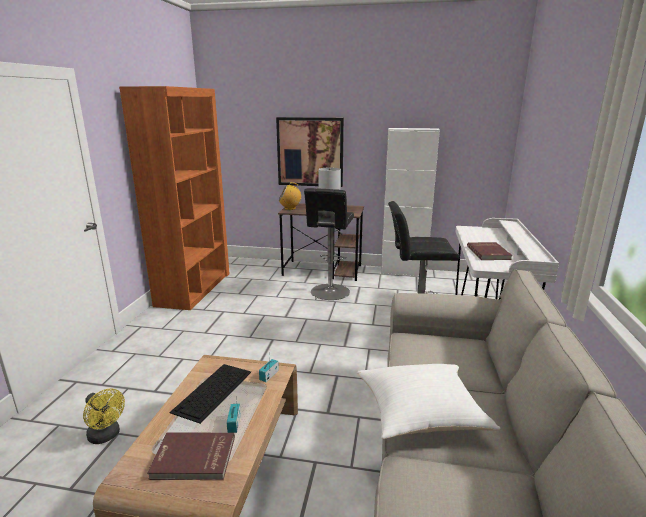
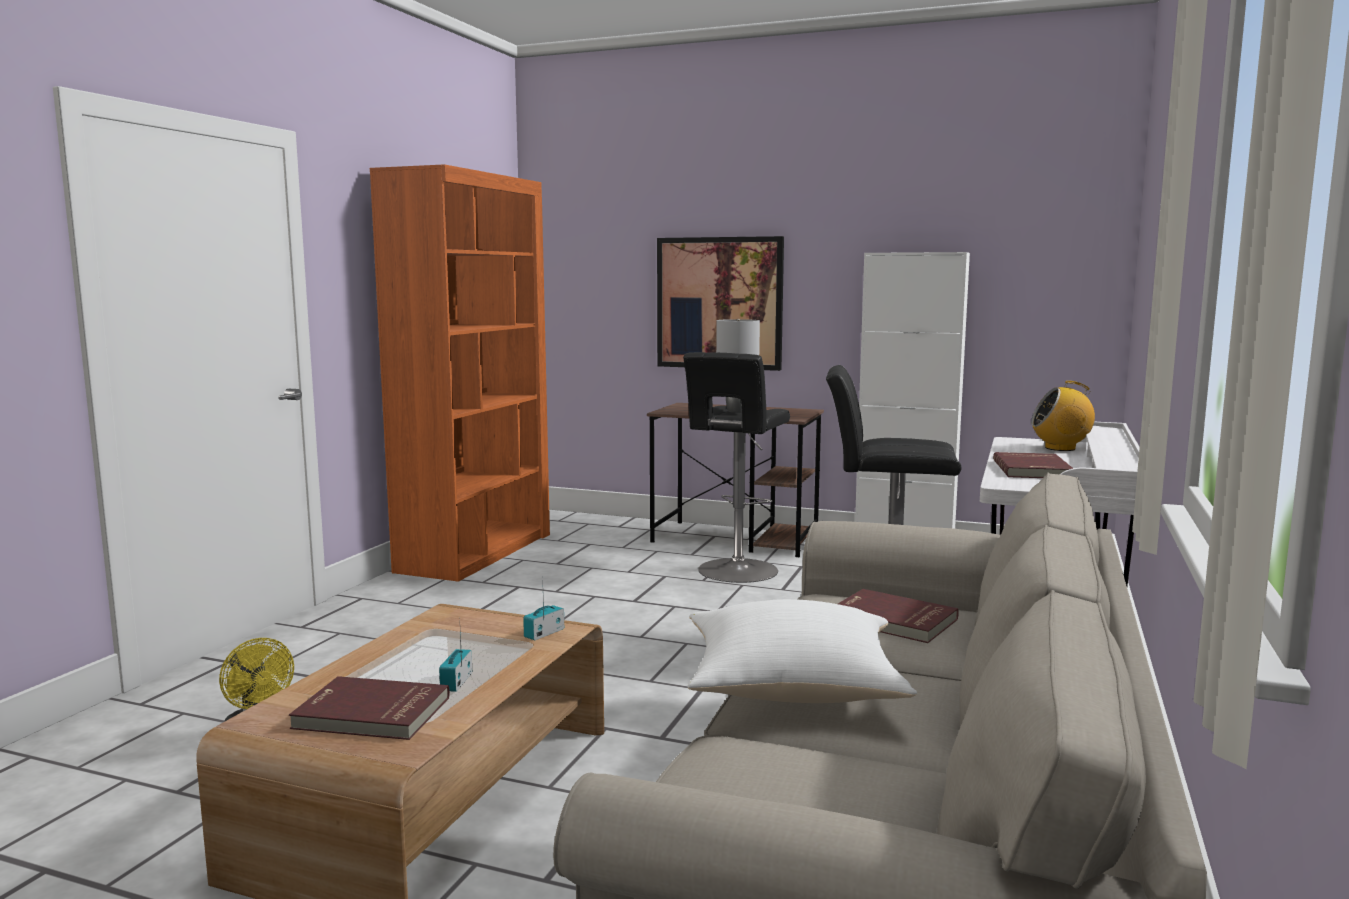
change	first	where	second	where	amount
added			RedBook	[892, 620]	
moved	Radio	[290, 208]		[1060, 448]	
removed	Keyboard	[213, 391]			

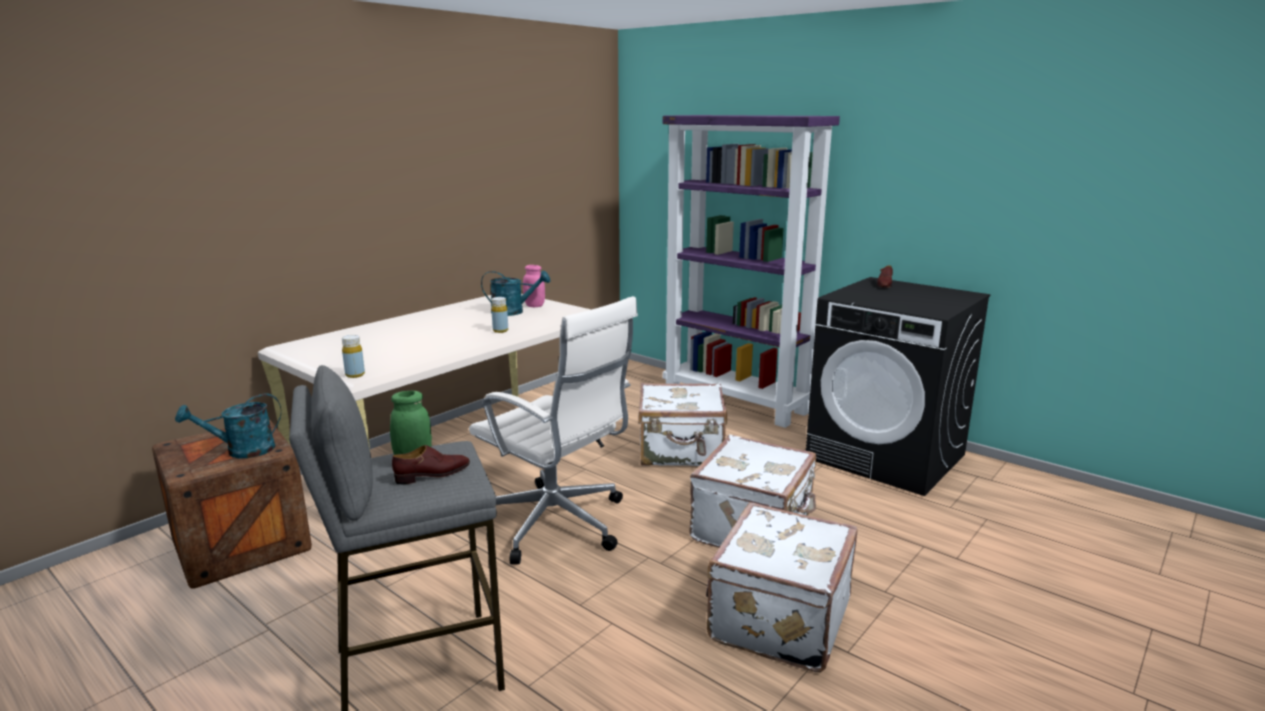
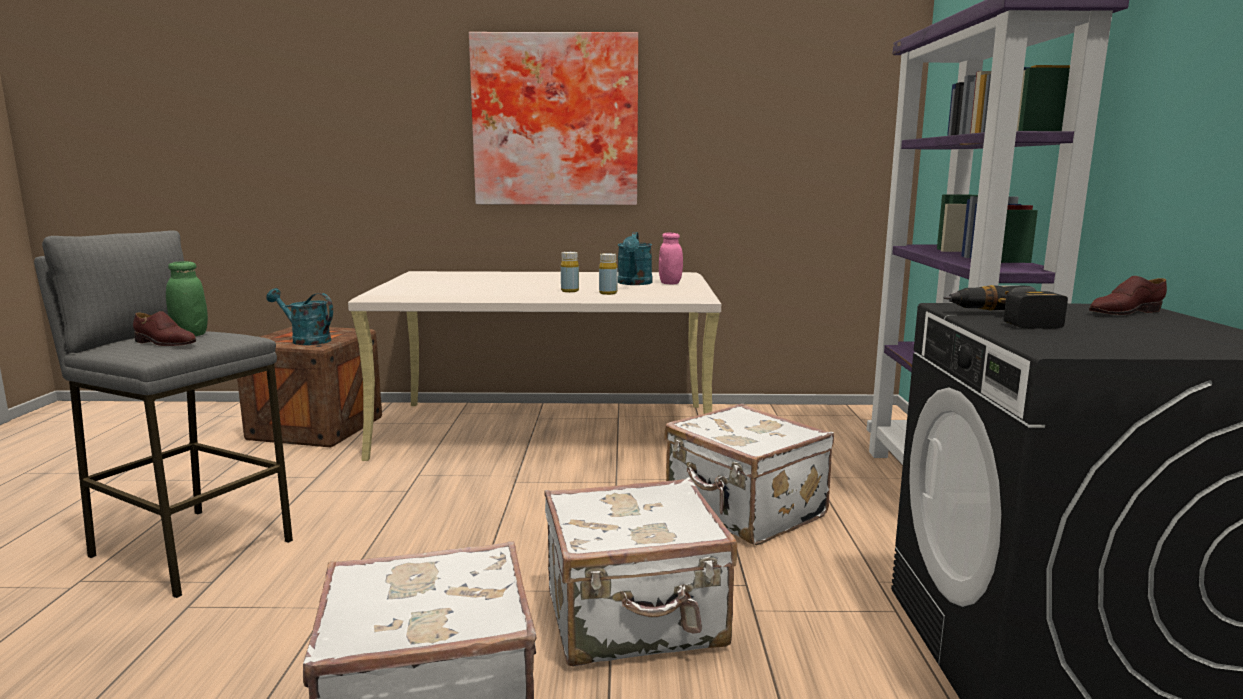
change	first	where	second	where	amount
added			Picture	[555, 121]	
moved	YellowBottle	[355, 375]		[608, 293]	
turned	TurquoiseWateringCan	[513, 312]		[634, 283]	45 degrees clockwise
added			PowerDrill	[1003, 319]	
removed	WhiteOfficeChair	[556, 525]			

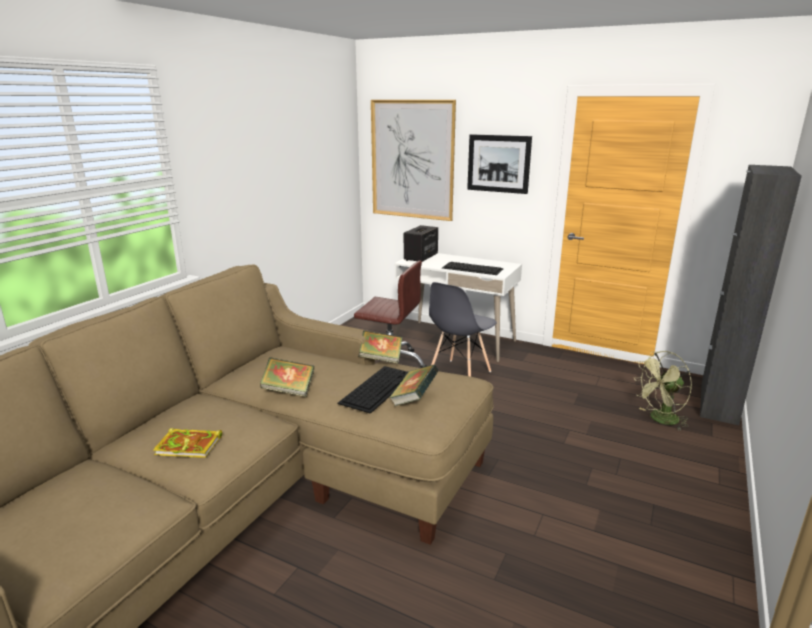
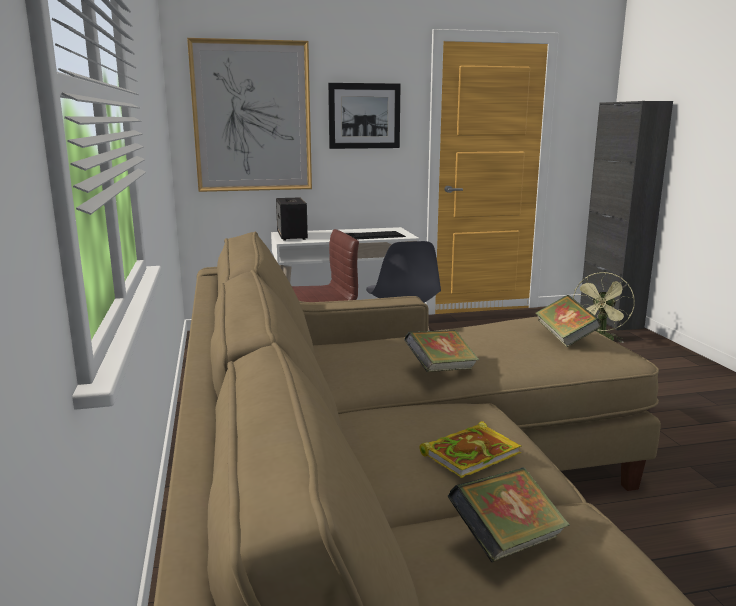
change	first	where	second	where	amount
moved	Book	[381, 359]		[507, 542]	
removed	Keyboard	[378, 387]			

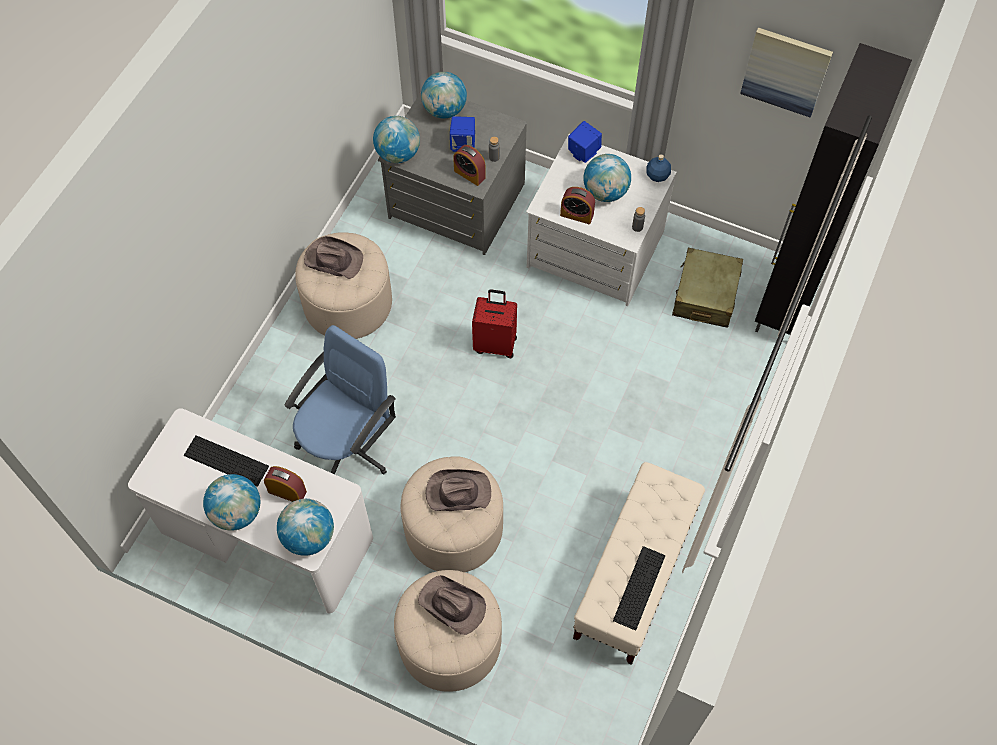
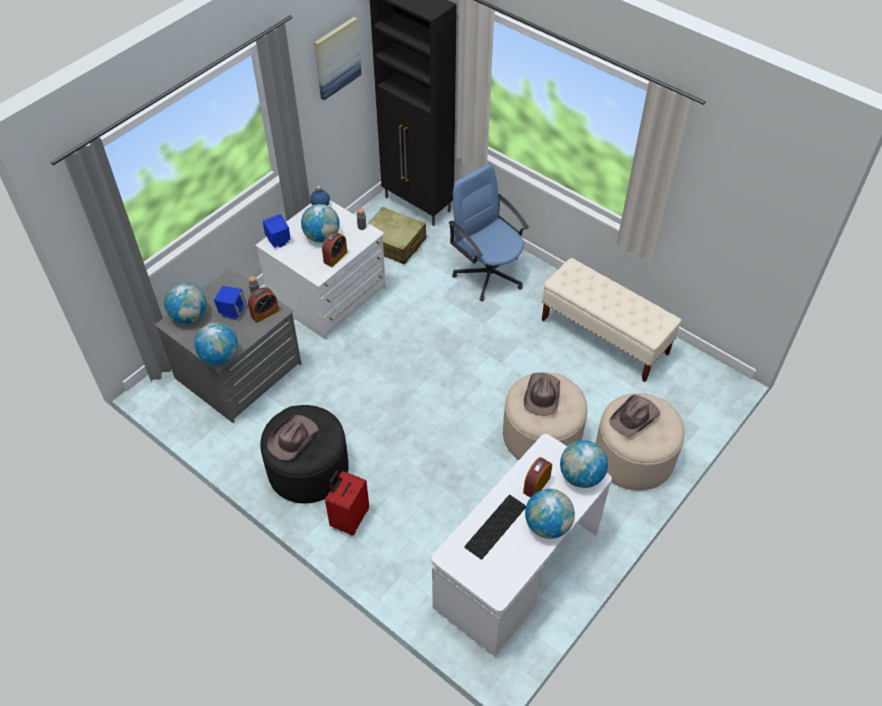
change	first	where	second	where	amount
recoloured	BeigeOttoman	[348, 303]	BlackOttoman	[308, 469]	
moved	RedSuitcase	[495, 344]		[349, 519]	
moved	BlueOfficeChair	[347, 446]		[488, 273]	
removed	Keyboard	[639, 587]			

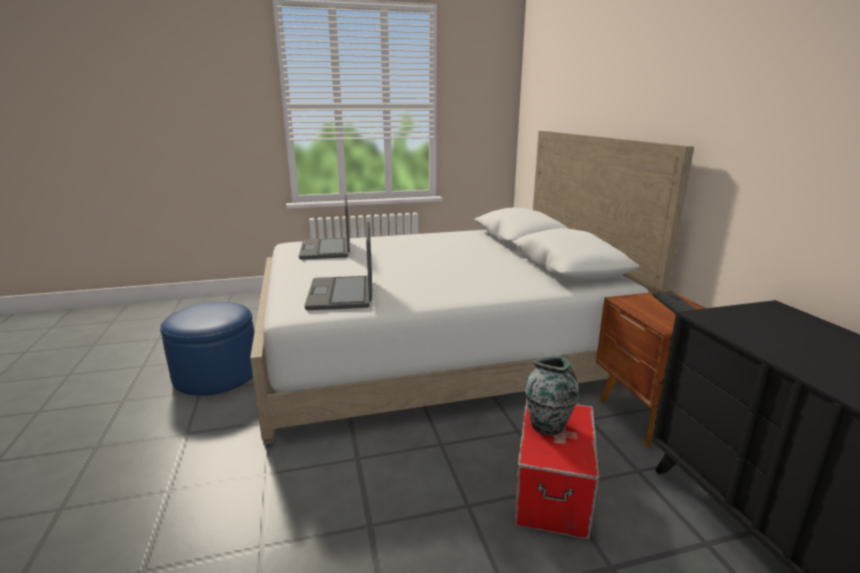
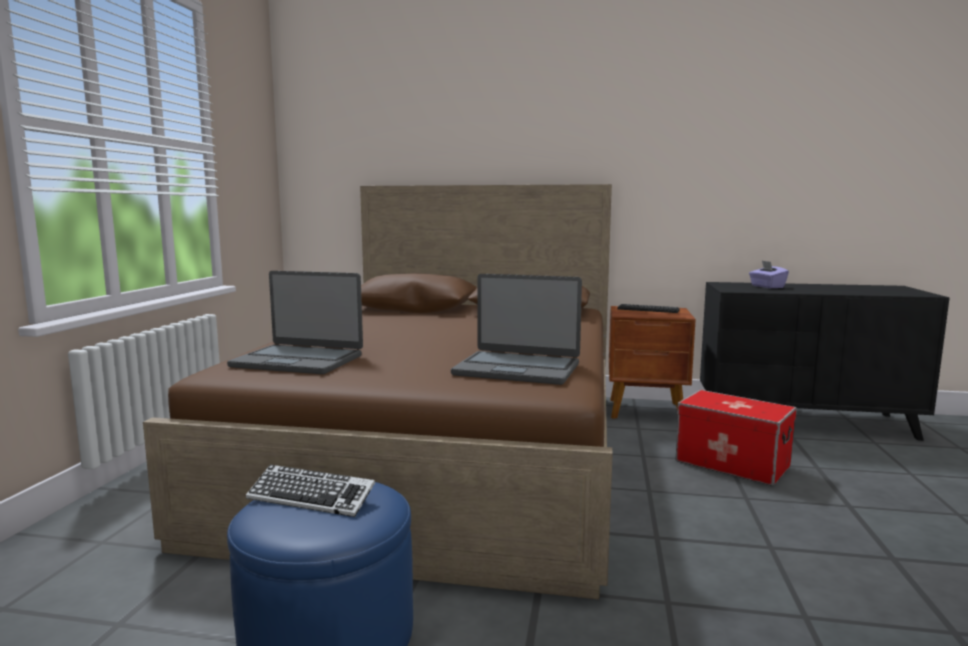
change	first	where	second	where	amount
recoloured	WhiteBed	[437, 348]	BrownBed	[445, 454]	
added			Keyboard	[311, 498]	
added			PurpleTissueBox	[767, 287]	
removed	Vase	[548, 426]			

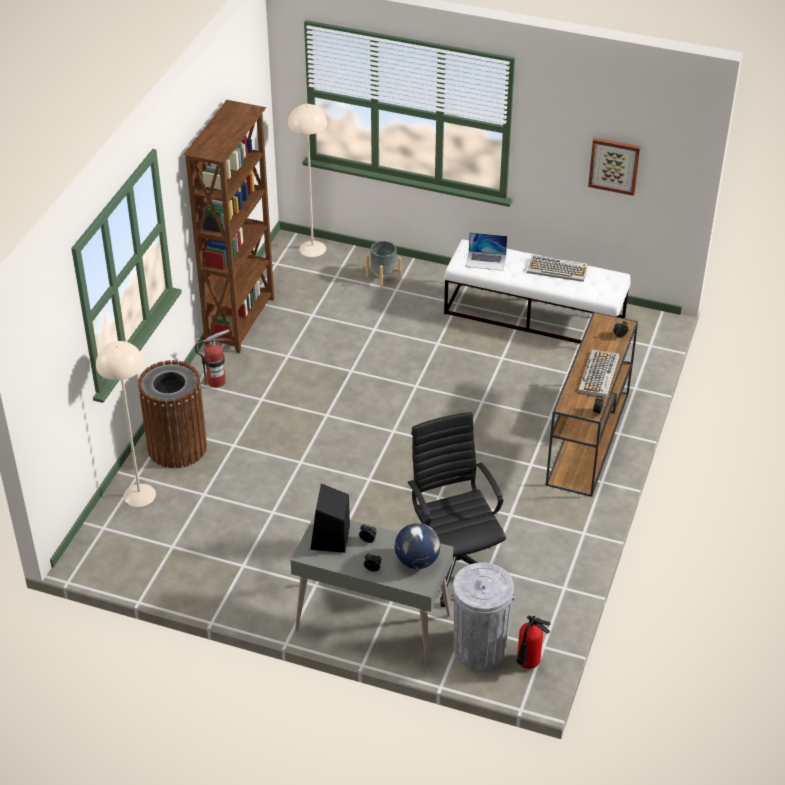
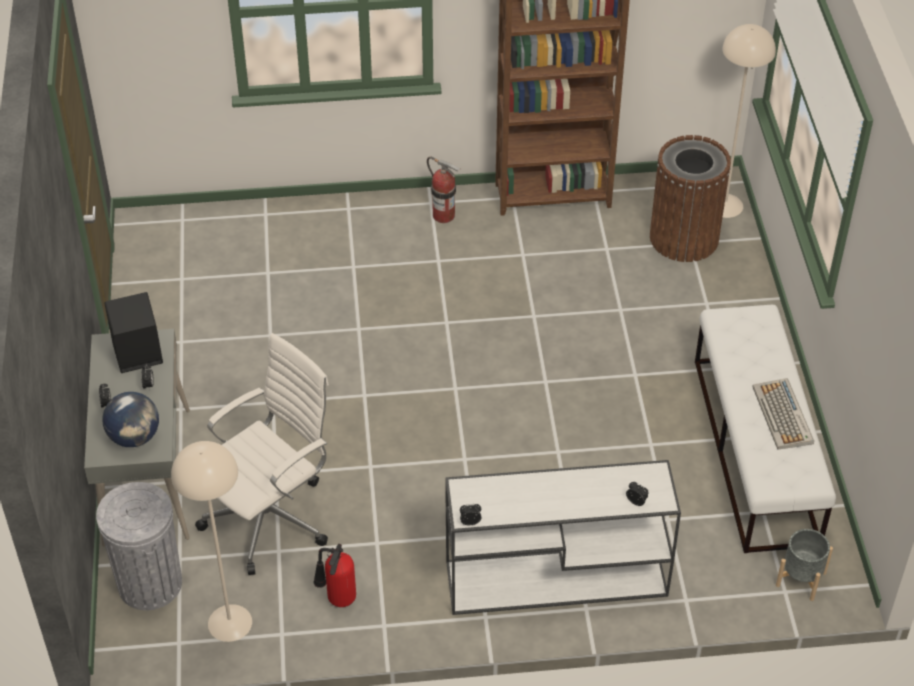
change	first	where	second	where	amount
moved	BeigeFloorLamp	[139, 495]		[229, 622]	
recoloured	BlackOfficeChair	[454, 563]	WhiteOfficeChair	[271, 517]	
moved	FireExtinguisher	[527, 665]		[337, 599]	
recoloured	BrownConsoleTable	[588, 440]	WhiteConsoleTable	[554, 579]	
moved	BrownTrashCan	[177, 447]		[684, 237]	
moved	GreyPlanter	[383, 277]		[801, 579]	
removed	Laptop	[486, 260]			
removed	Keyboard	[598, 375]			
removed	Picture	[614, 165]			

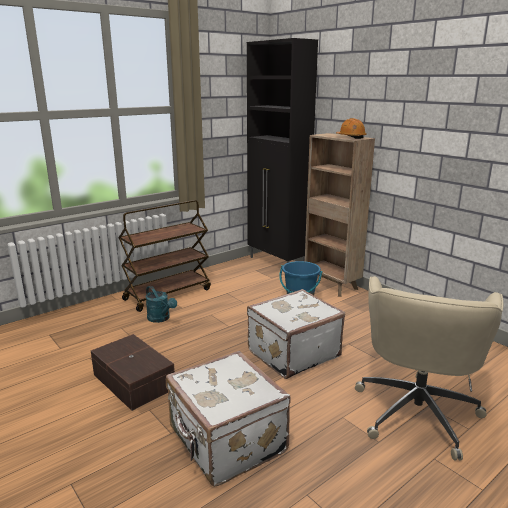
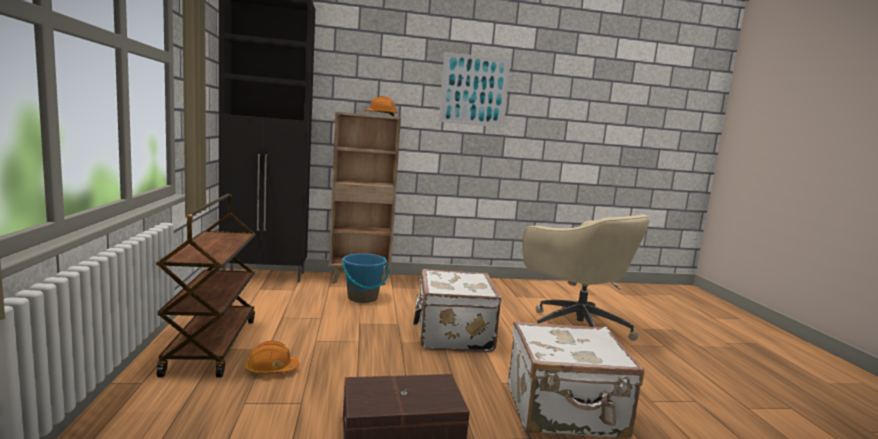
change	first	where	second	where	amount
replaced	TurquoiseWateringCan	[161, 319]	OrangeHardHat	[271, 369]	
added			Picture	[474, 90]	

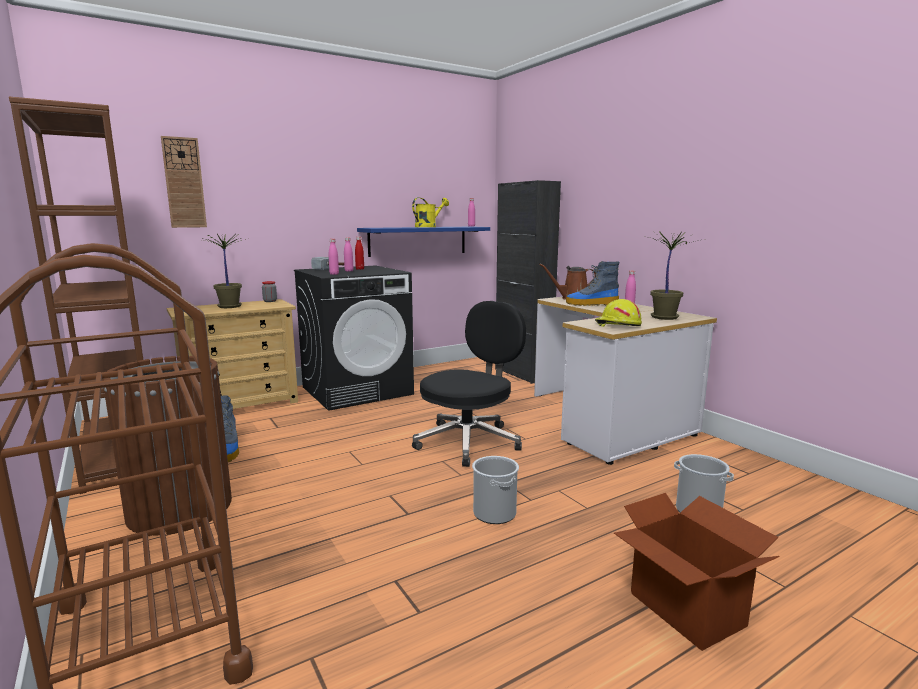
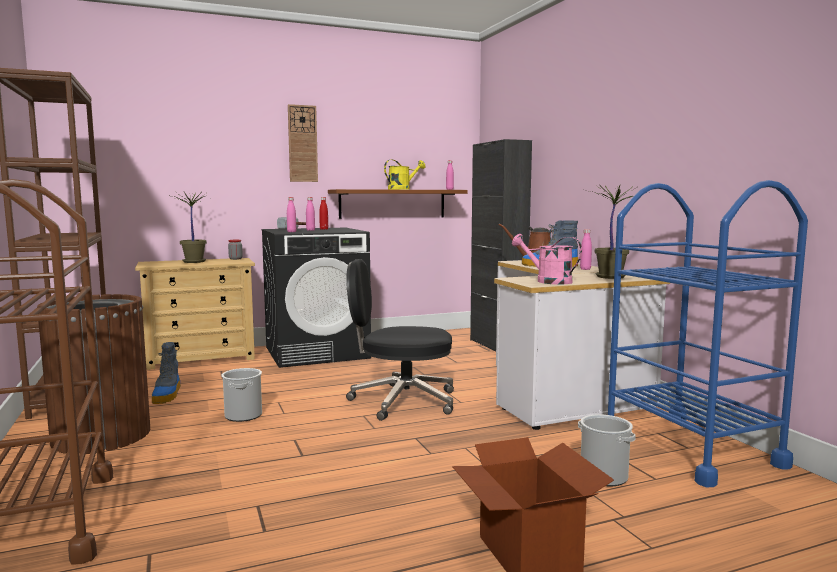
change	first	where	second	where	amount
moved	Bucket	[494, 513]		[243, 415]	
moved	WallClock	[184, 183]		[302, 143]	
recoloured	BlueShelf	[418, 241]	BrownShelf	[392, 204]	
turned	BlackOfficeChair	[469, 441]		[401, 401]	135 degrees counterclockwise
replaced	YellowHardHat	[617, 325]	PinkWateringCan	[547, 281]	
added			BlueCart	[690, 447]	

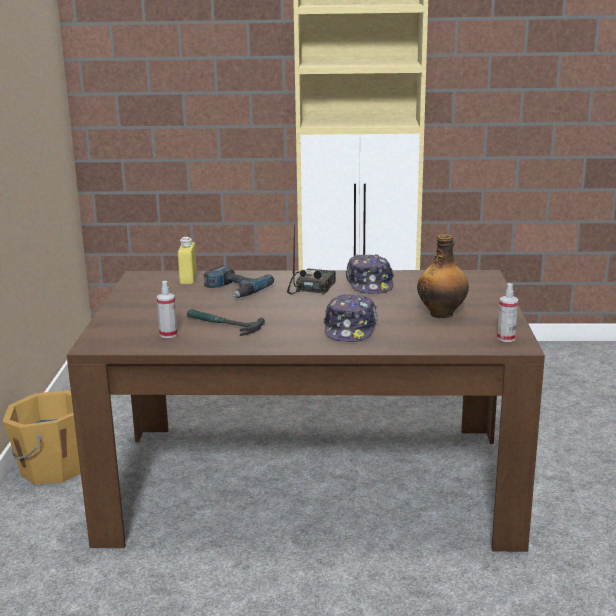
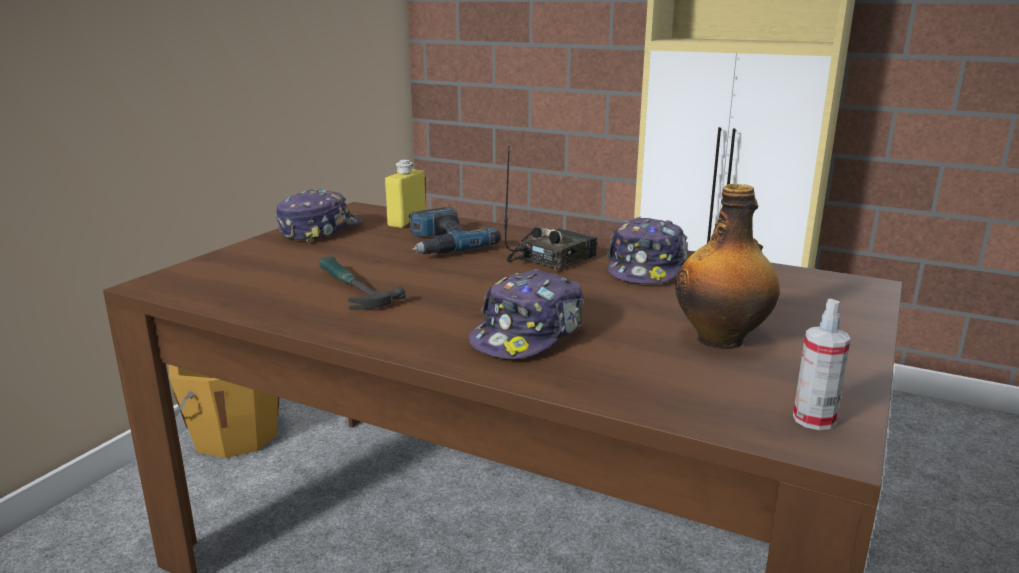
change	first	where	second	where	amount
added			Cap	[319, 230]	
removed	SprayBottle	[168, 334]			

